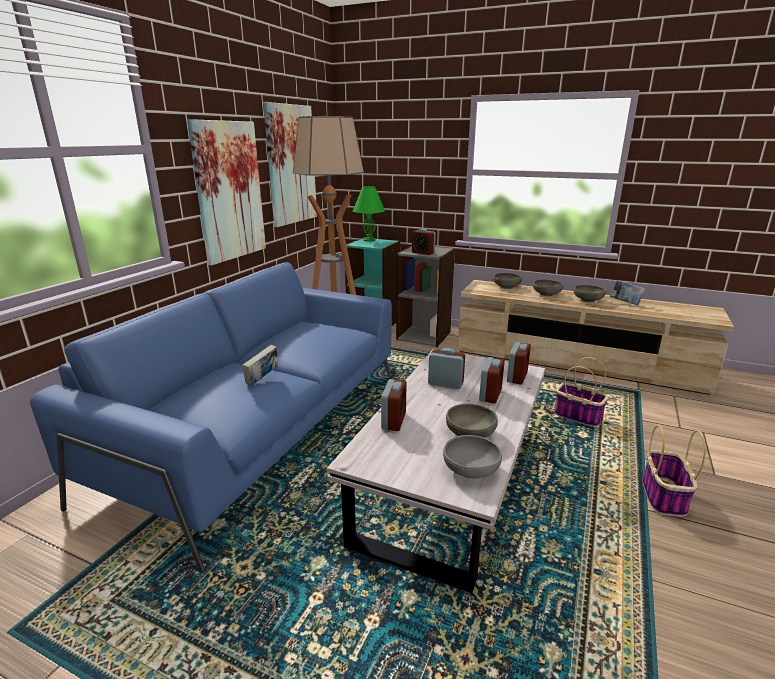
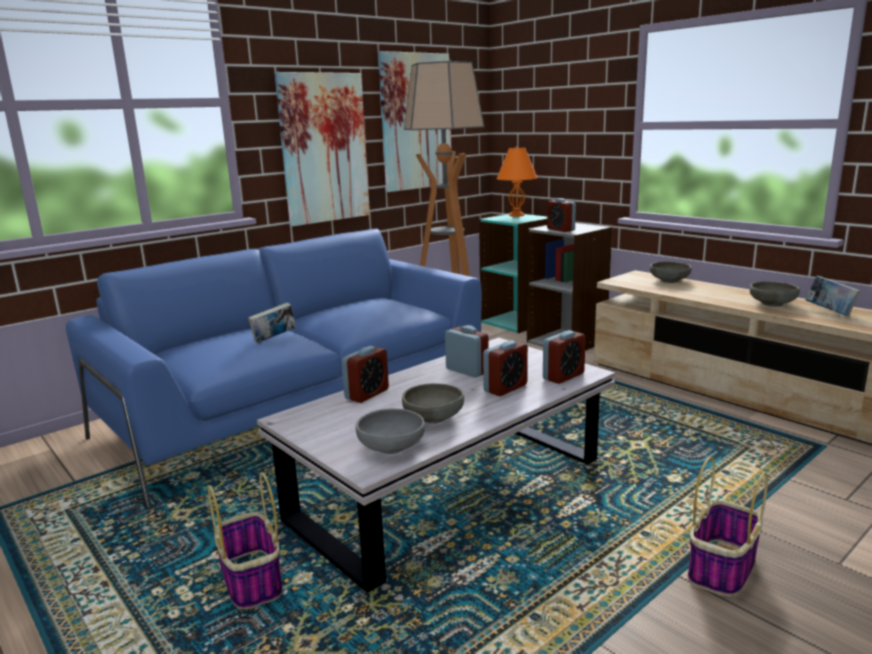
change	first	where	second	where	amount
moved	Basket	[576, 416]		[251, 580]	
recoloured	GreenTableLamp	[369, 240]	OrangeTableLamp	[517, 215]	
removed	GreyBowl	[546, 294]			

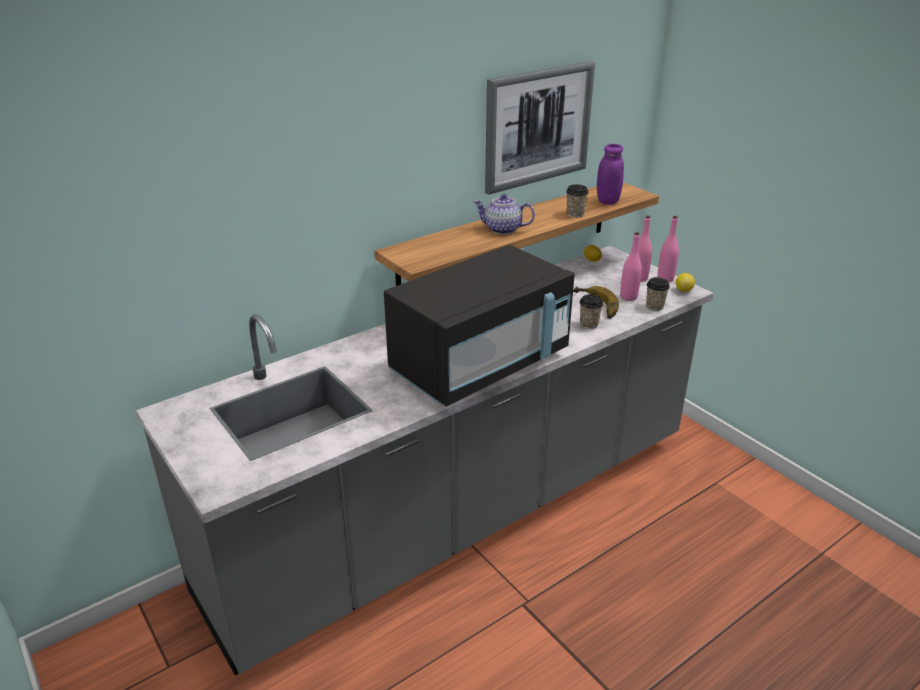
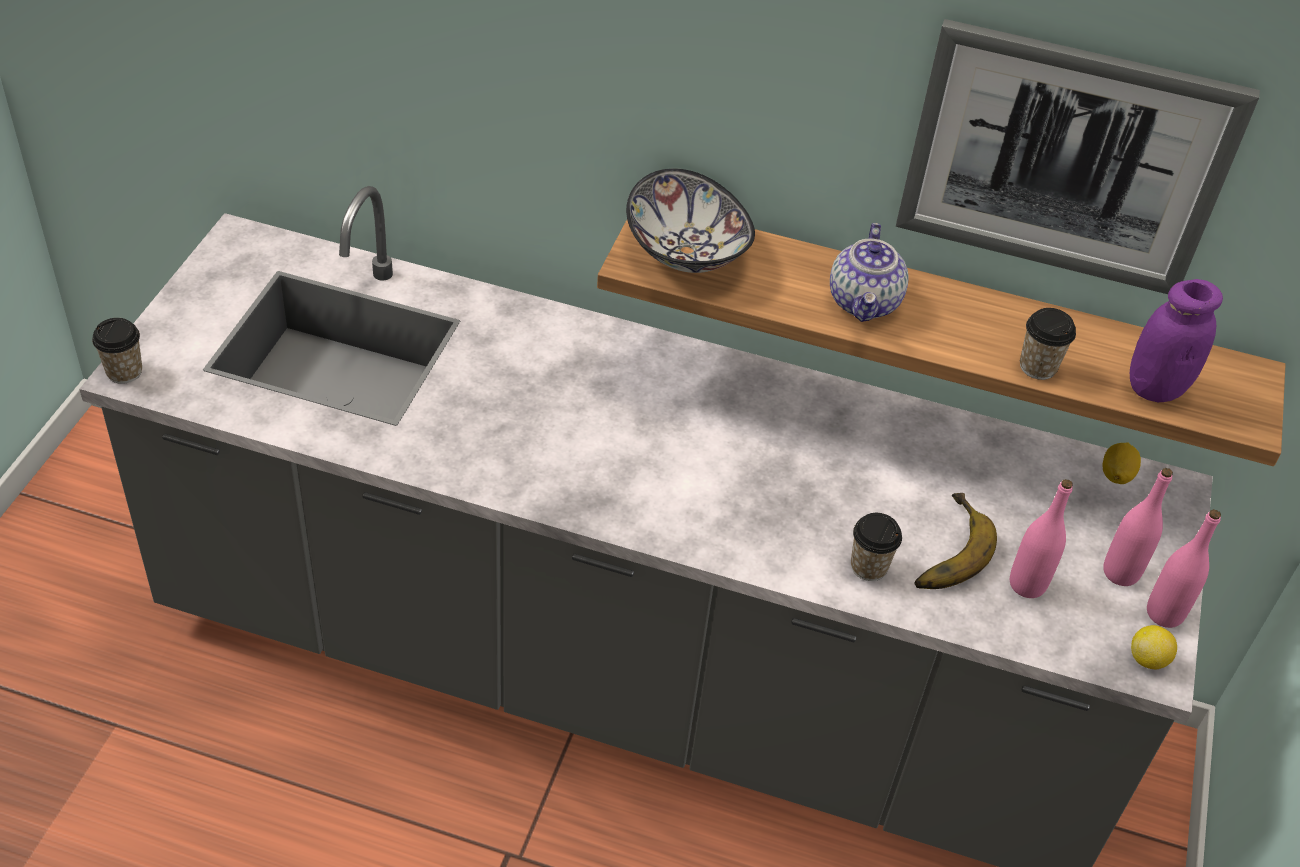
change	first	where	second	where	amount
moved	Cup	[654, 306]		[124, 372]	
added			Bowl	[685, 252]	
turned	Teapot	[502, 229]		[865, 302]	150 degrees counterclockwise
removed	BlackMicrowave	[480, 364]			

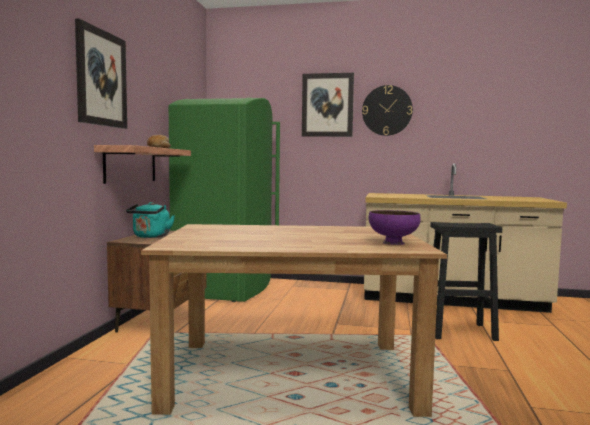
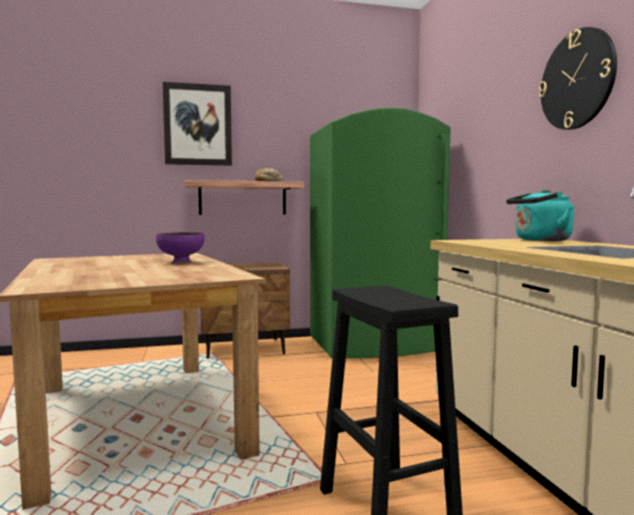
change	first	where	second	where	amount
moved	PurpleBowl	[392, 243]		[181, 262]	
moved	TurquoiseKettle	[150, 236]		[540, 240]	
removed	Picture	[327, 105]			

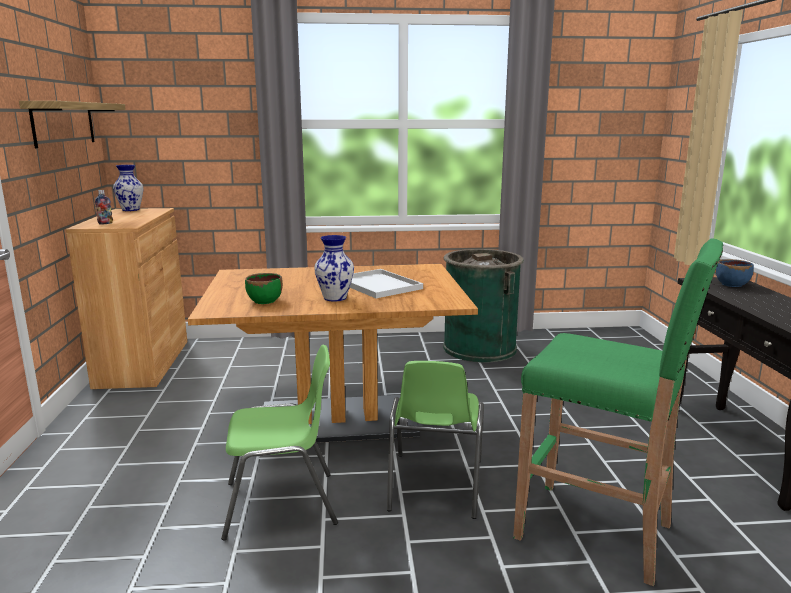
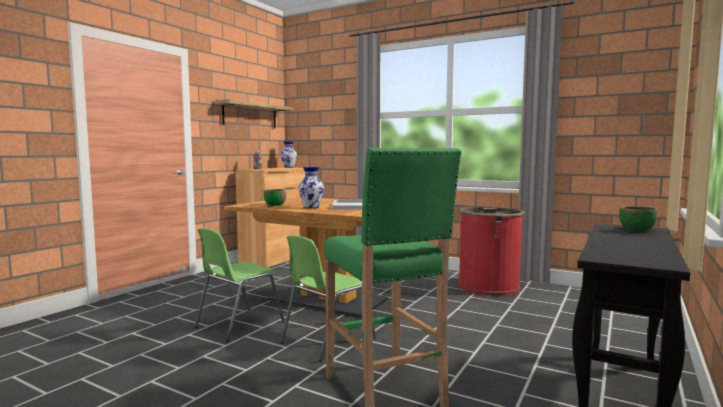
change	first	where	second	where	amount
turned	GreenChair	[282, 504]		[238, 324]	105 degrees clockwise
recoloured	GreenTrashCan	[479, 348]	RedTrashCan	[488, 286]	
recoloured	BlueBowl	[732, 284]	GreenBowl	[636, 230]	

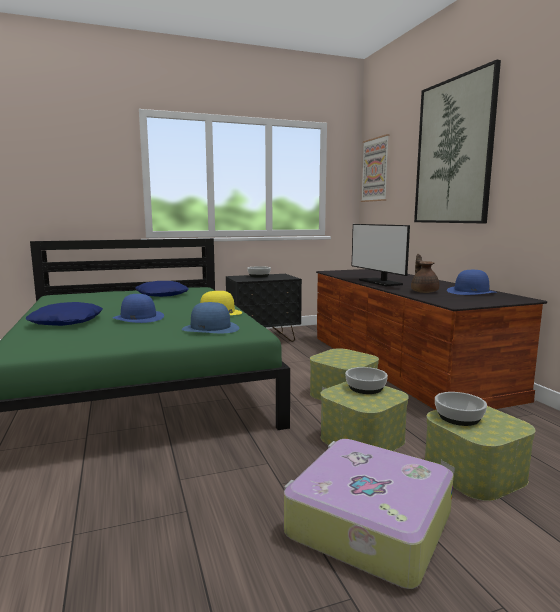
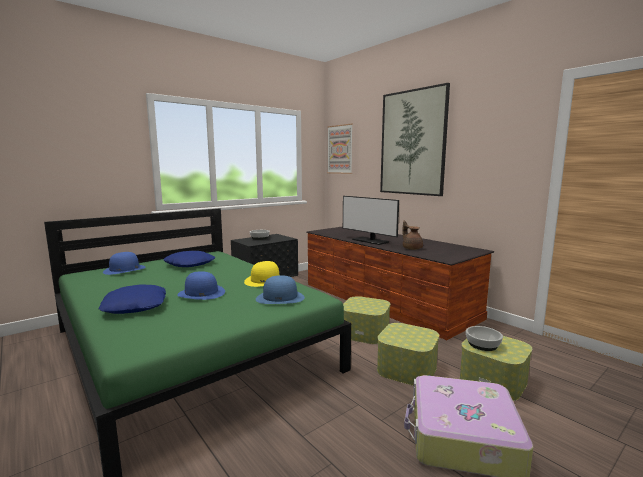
change	first	where	second	where	amount
moved	BlueHat	[471, 292]		[124, 269]	
removed	Bowl	[366, 388]			

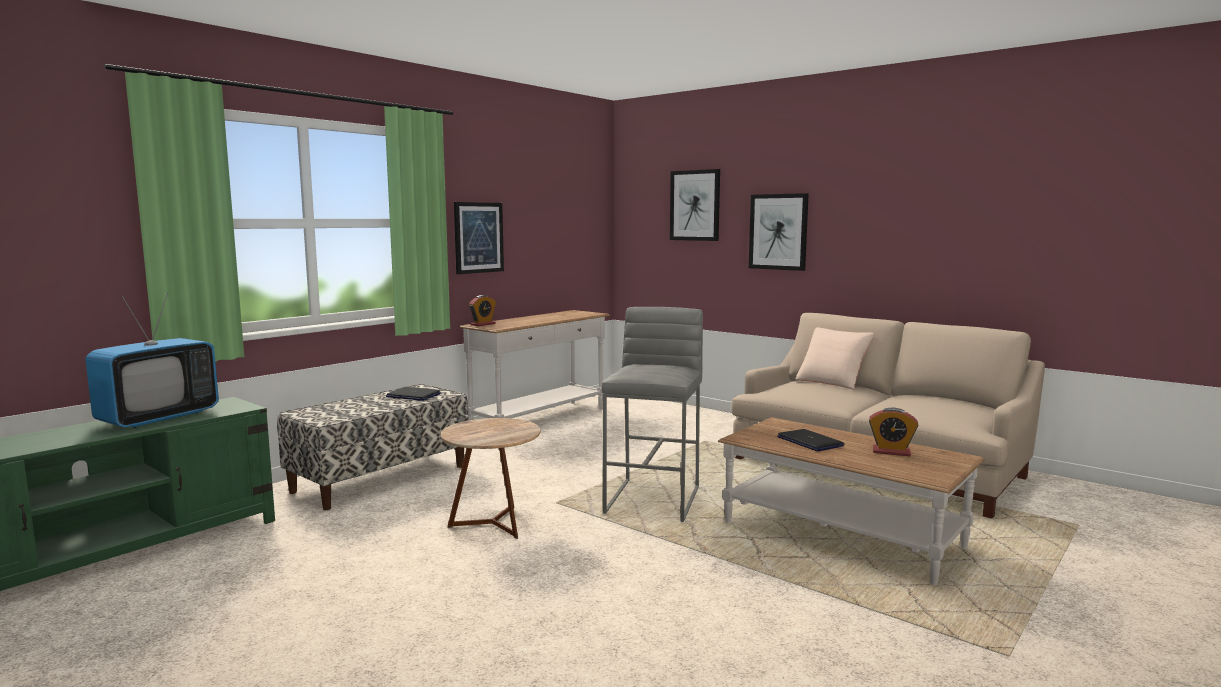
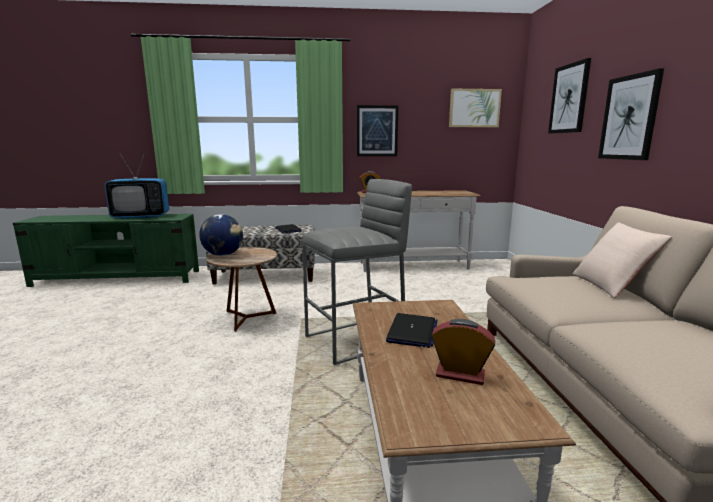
change	first	where	second	where	amount
added			Globe	[223, 255]	
turned	AlarmClock	[891, 452]		[460, 374]	135 degrees clockwise
added			Picture	[474, 108]	

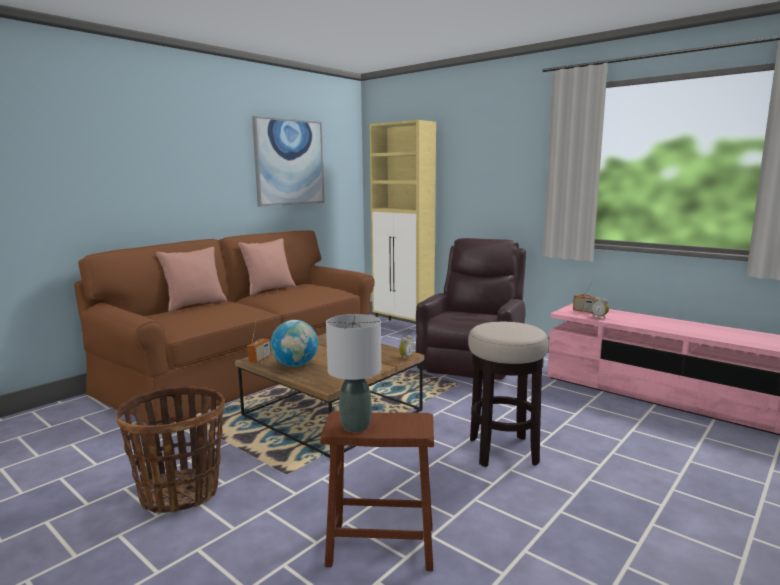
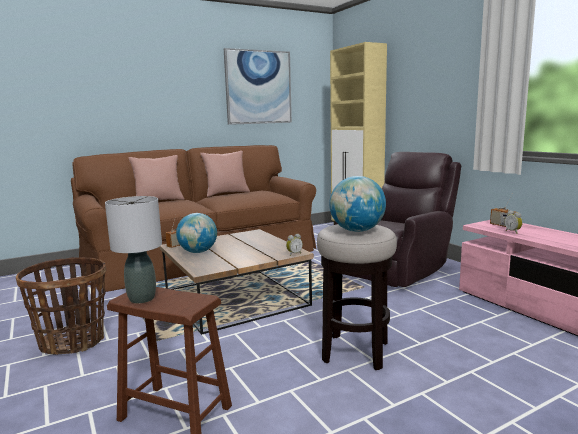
change	first	where	second	where	amount
added			Globe	[357, 231]	

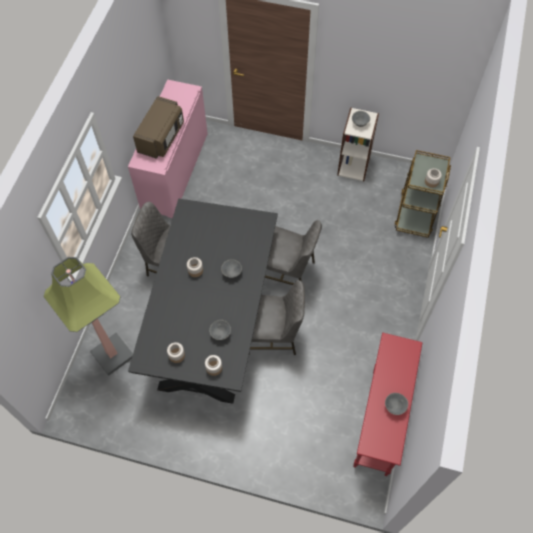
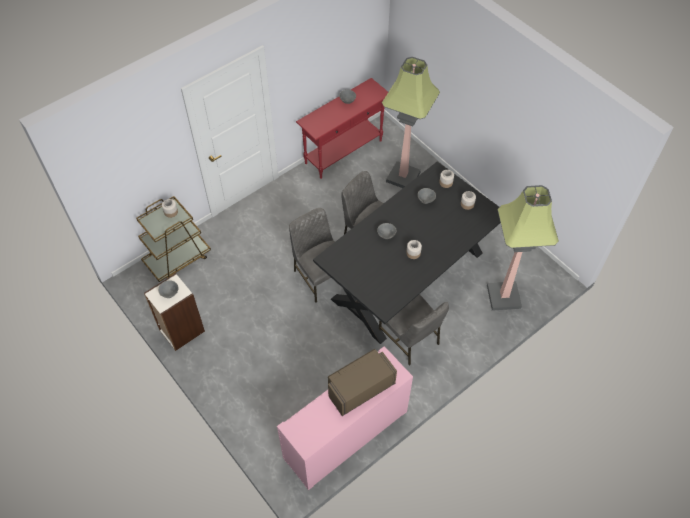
change	first	where	second	where	amount
added			FloorLamp	[403, 177]	

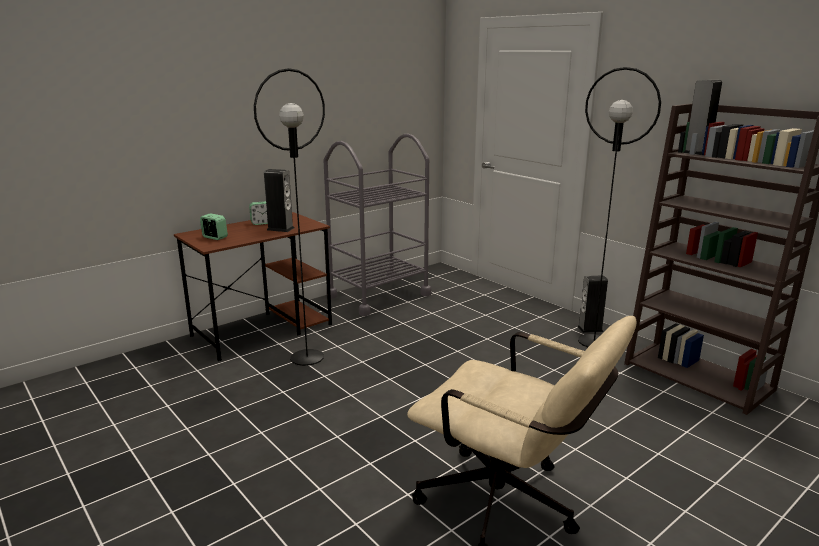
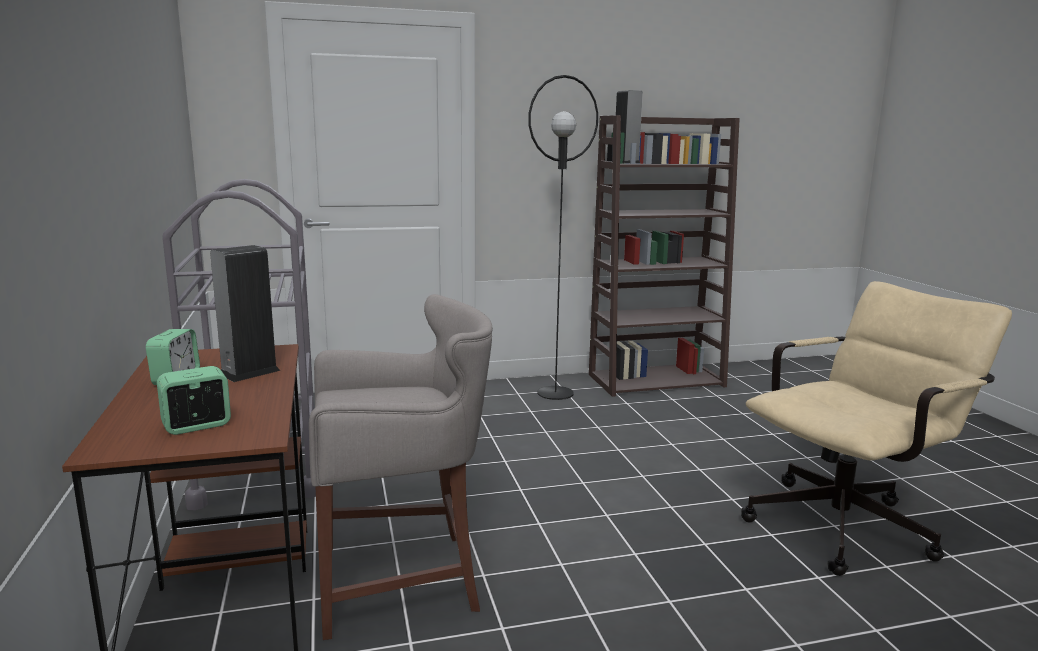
change	first	where	second	where	amount
replaced	BlackFloorLamp	[307, 357]	GreyStool	[403, 579]	
removed	Speaker	[590, 329]			

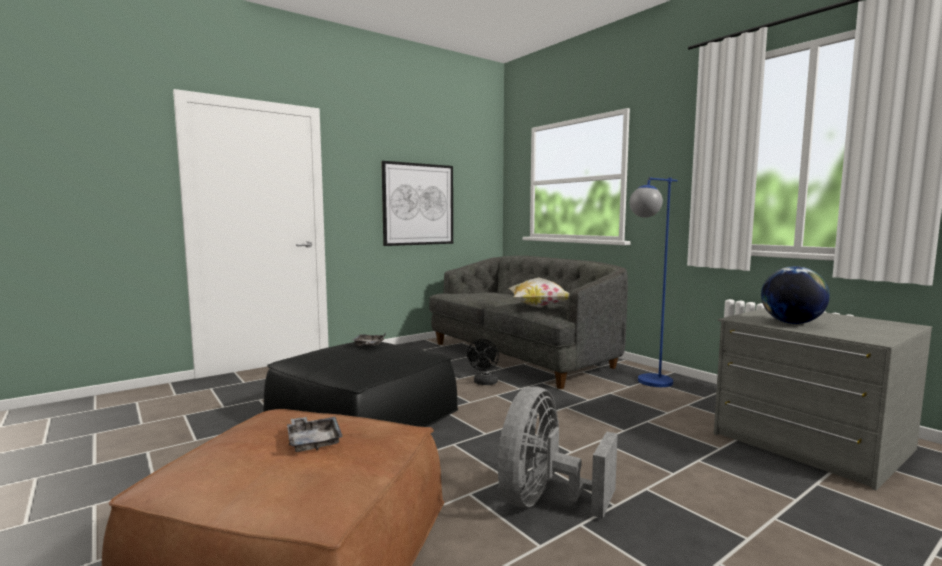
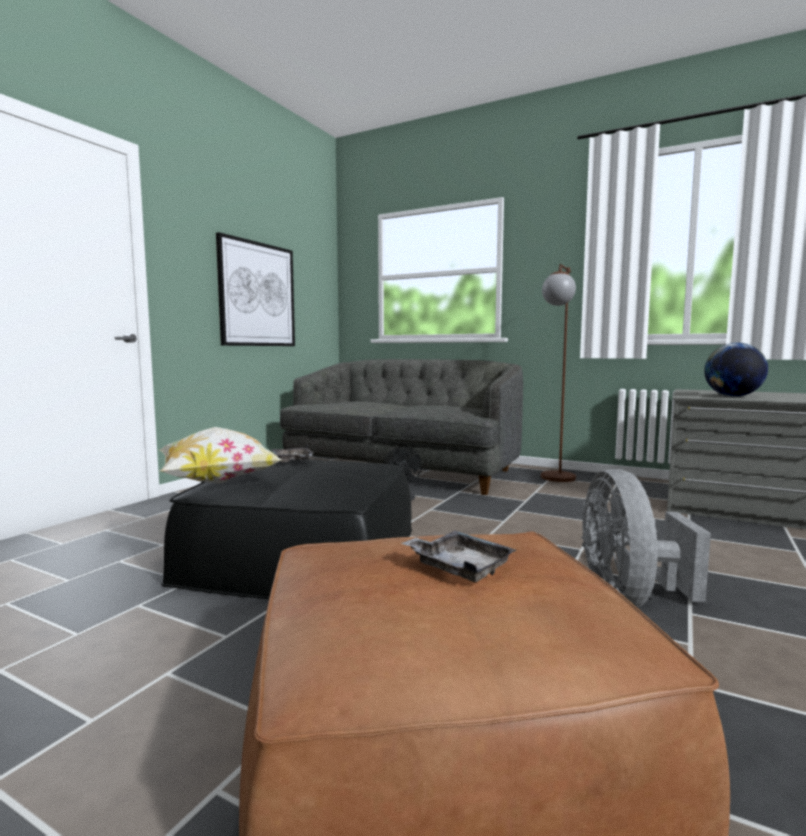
change	first	where	second	where	amount
moved	Pillow	[538, 307]		[218, 482]	
recoloured	BlueFloorLamp	[648, 384]	BrownFloorLamp	[555, 480]	

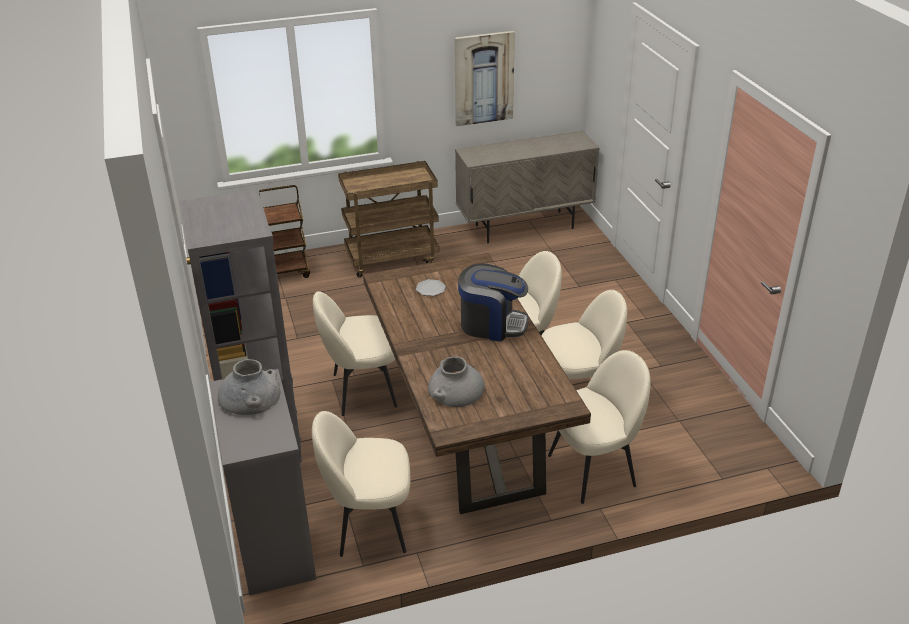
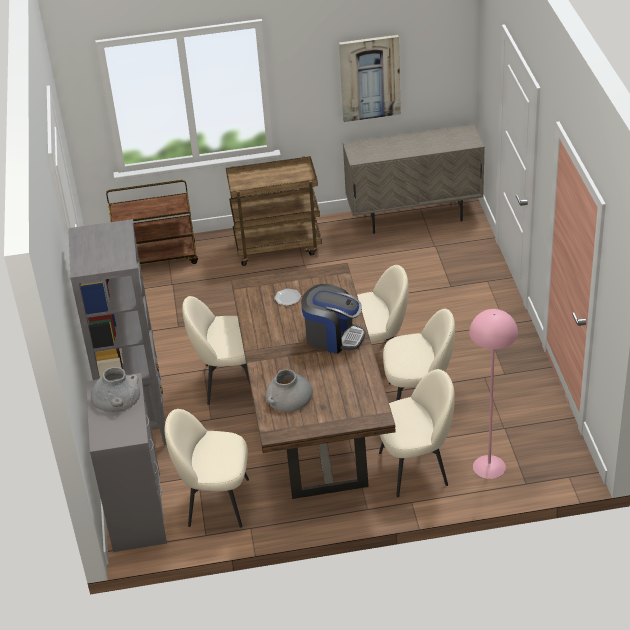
change	first	where	second	where	amount
added			PinkFloorLamp	[489, 467]	

